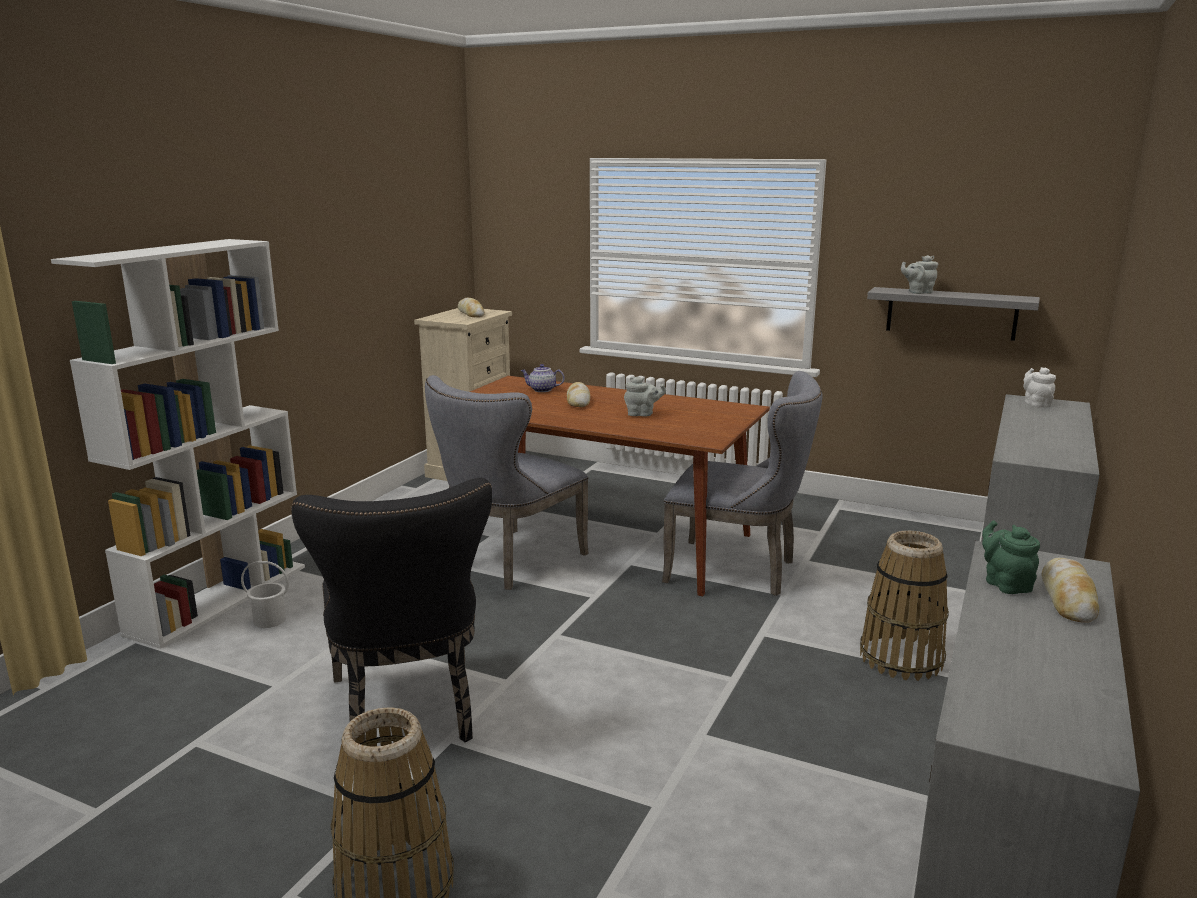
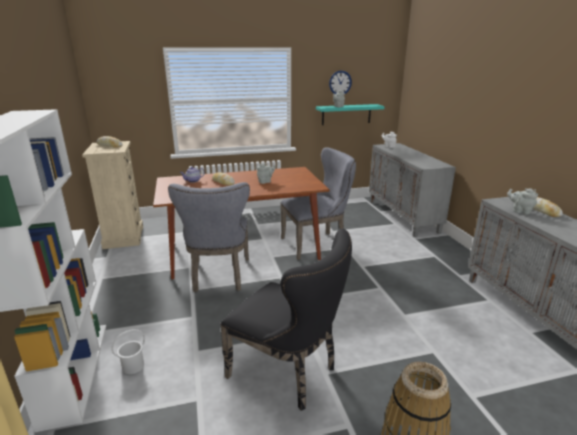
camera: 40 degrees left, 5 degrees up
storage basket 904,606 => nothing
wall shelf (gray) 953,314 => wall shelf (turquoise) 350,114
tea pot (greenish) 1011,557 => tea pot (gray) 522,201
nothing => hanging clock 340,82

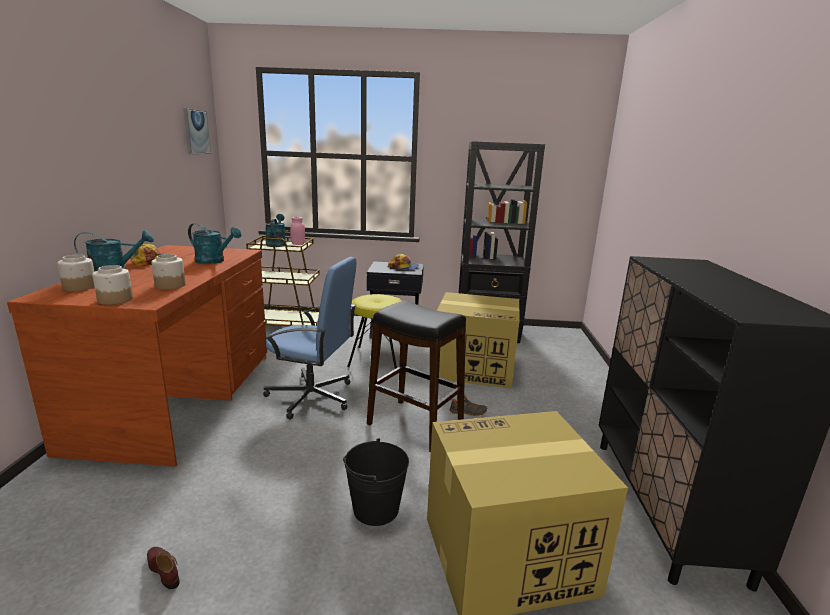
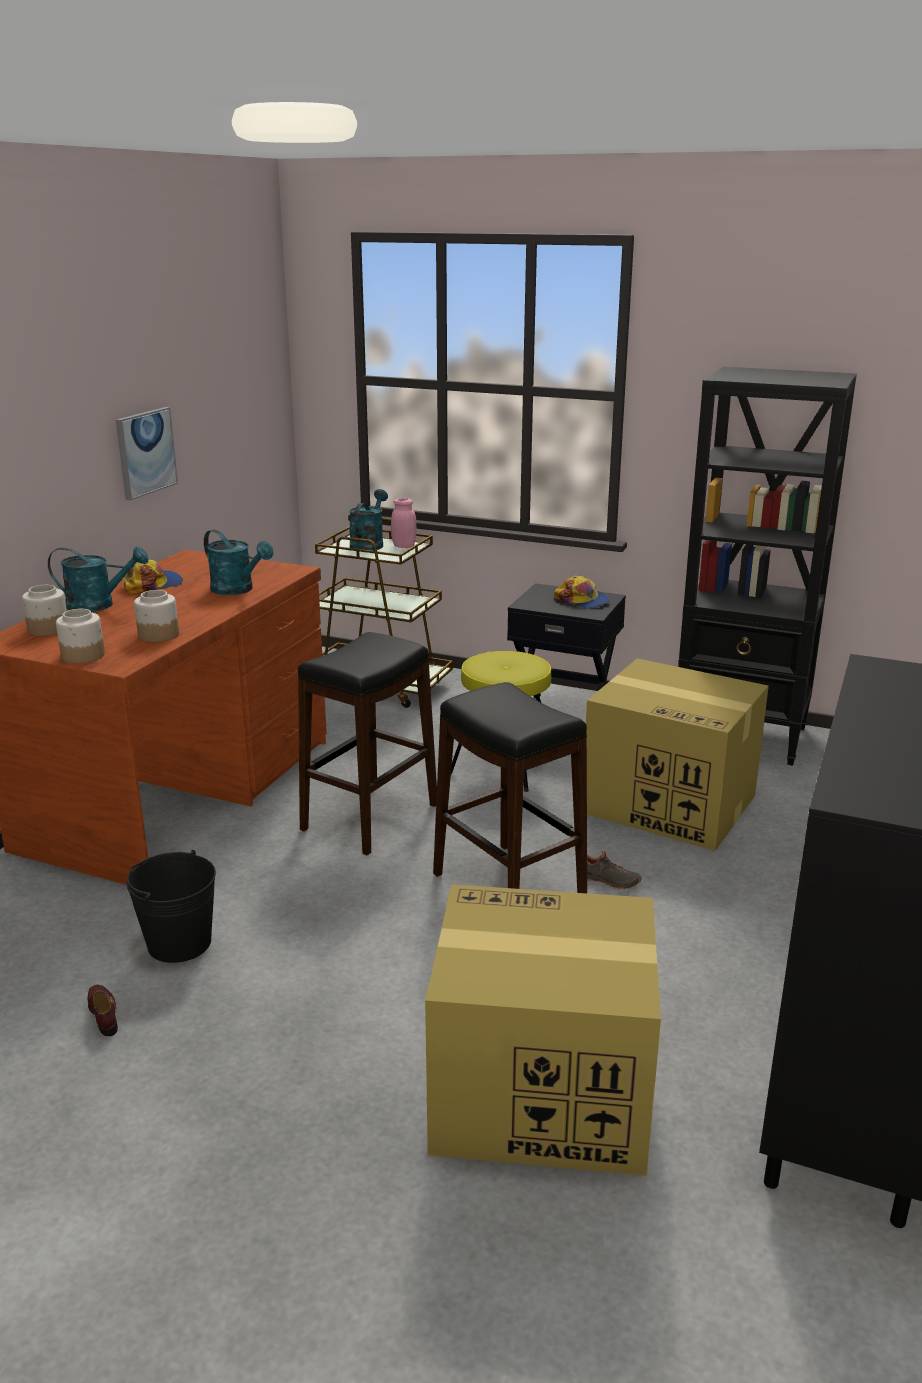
camera: 20 degrees right, 5 degrees up
picture 197,131 => picture 147,453, shifted
office chair (bluish) 309,338 => sitting stool (black) 367,743
water bucket (black) 376,482 => water bucket (black) 171,906, shifted

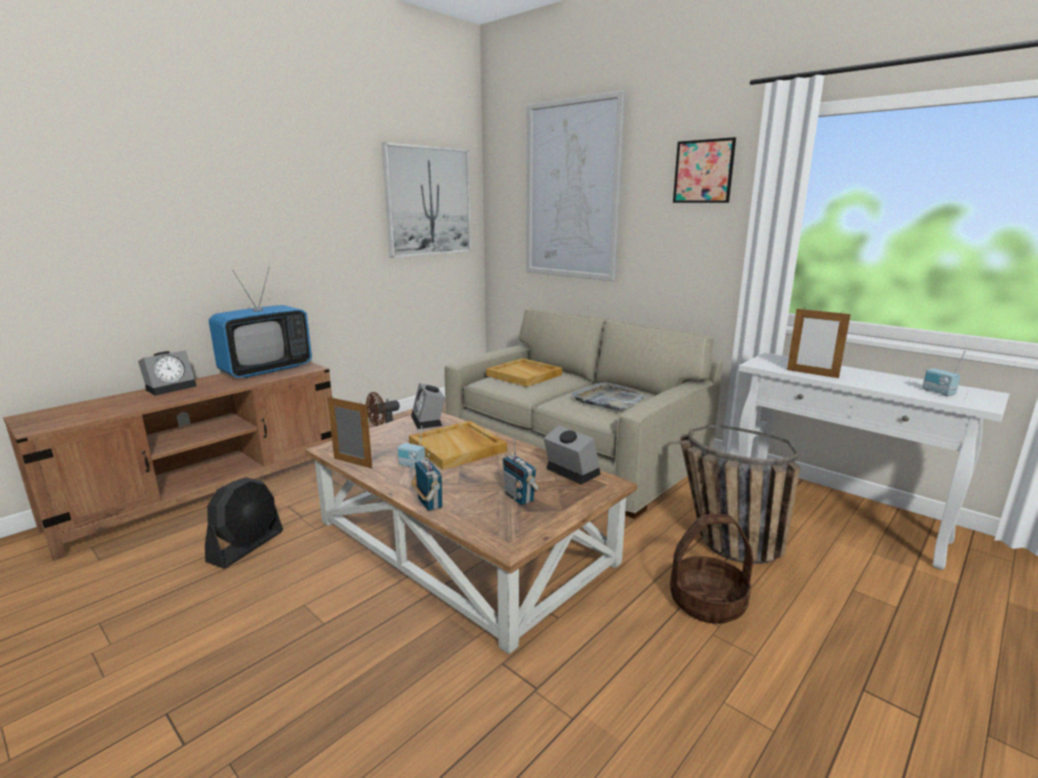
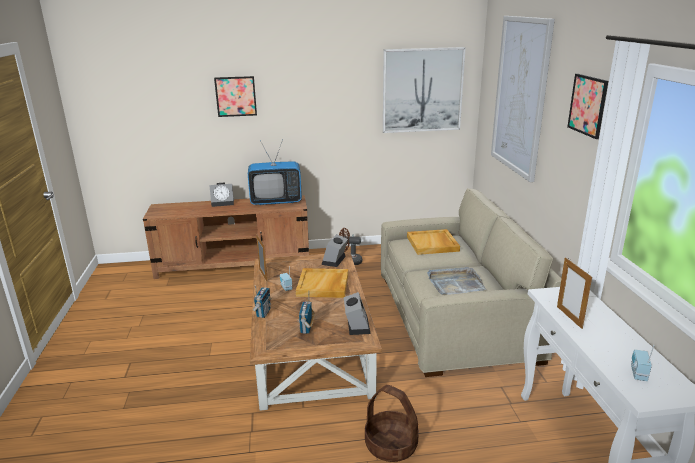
camera: 40 degrees right, 5 degrees up
fan (black) 244,523 => nothing
storage basket 740,494 => nothing
nothing => picture 235,96

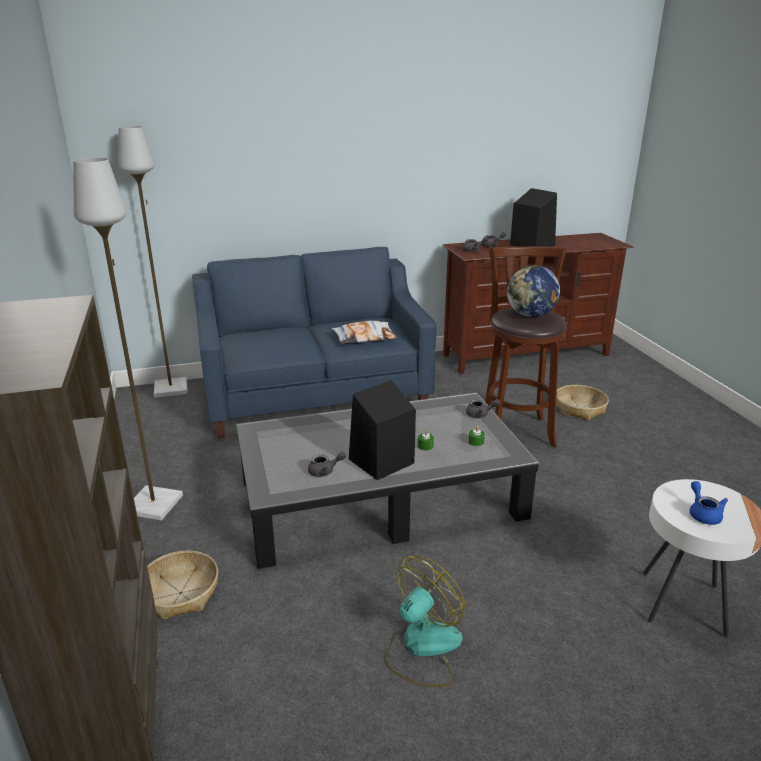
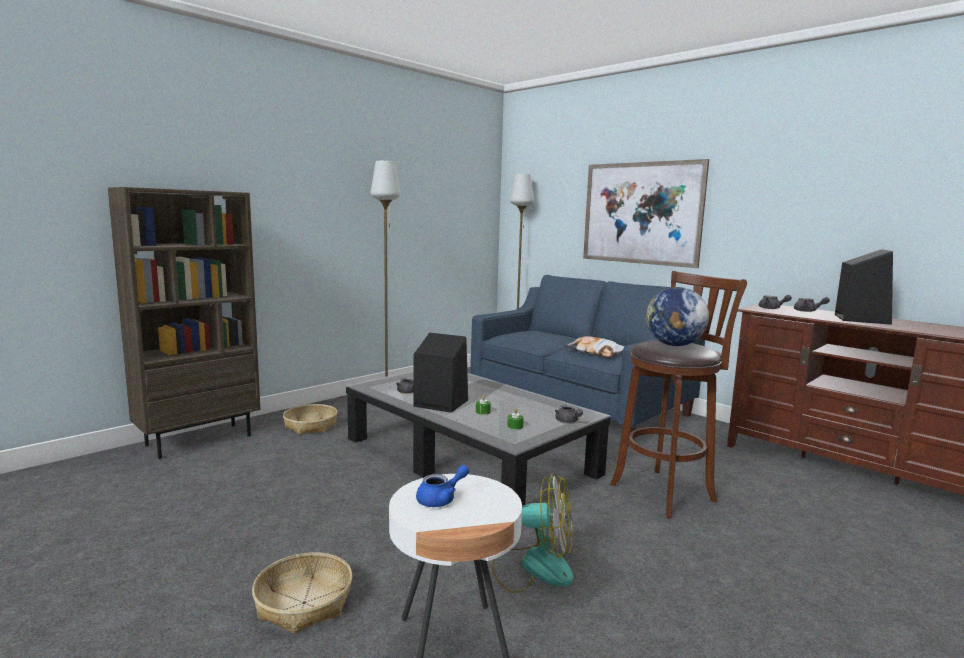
camera: 60 degrees right, 15 degrees down
fan 424,621 => fan 532,532, shifted
storage basket 582,402 => storage basket 302,593, shifted
nothing => picture 646,213

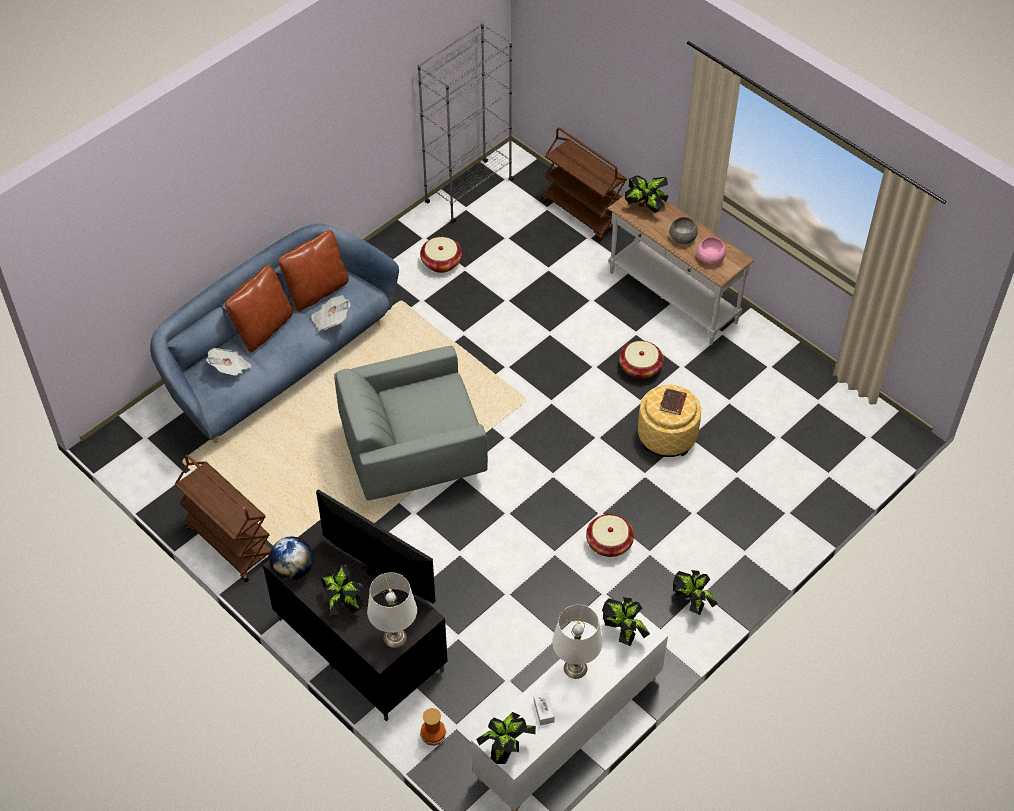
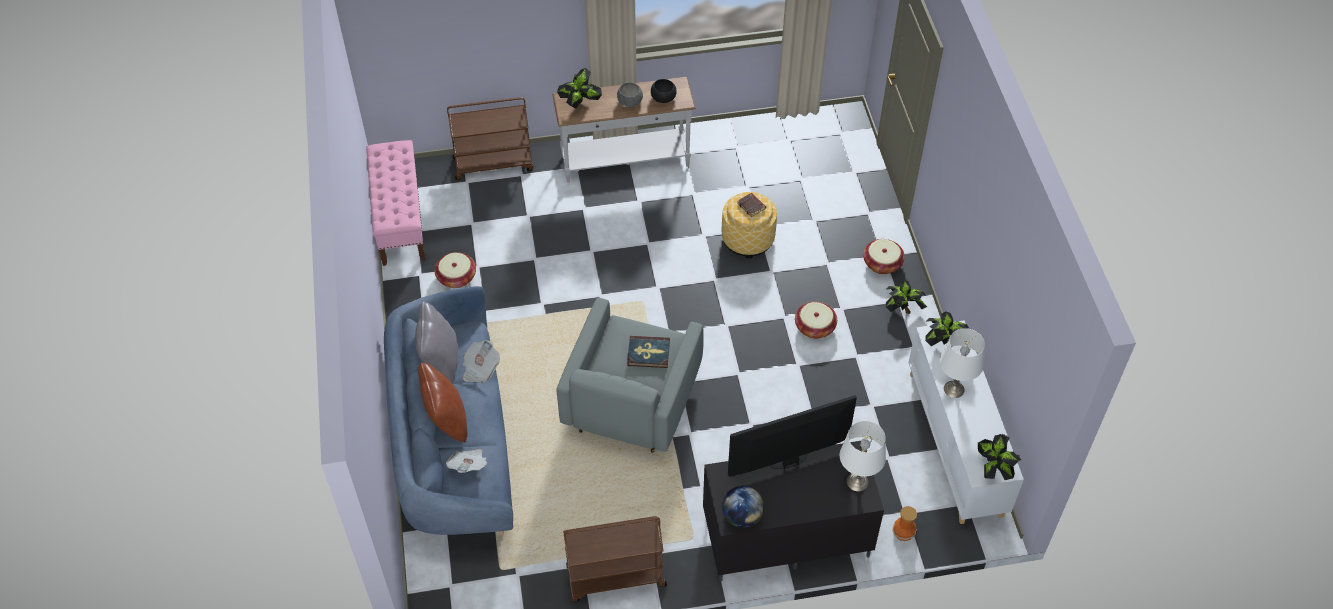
camera: 55 degrees left, 0 degrees up
pillow (brownish) 313,271 => pillow (gray) 436,342
houseplant 342,589 => nothing
bookcase (gray) 466,123 => bench (pink) 396,203
tissue holder (whitish) 544,709 => nothing
storage basket 641,360 => storage basket 884,256, shifted
deep dish (pink) 711,251 => deep dish (black) 664,91
nothing => book 648,351

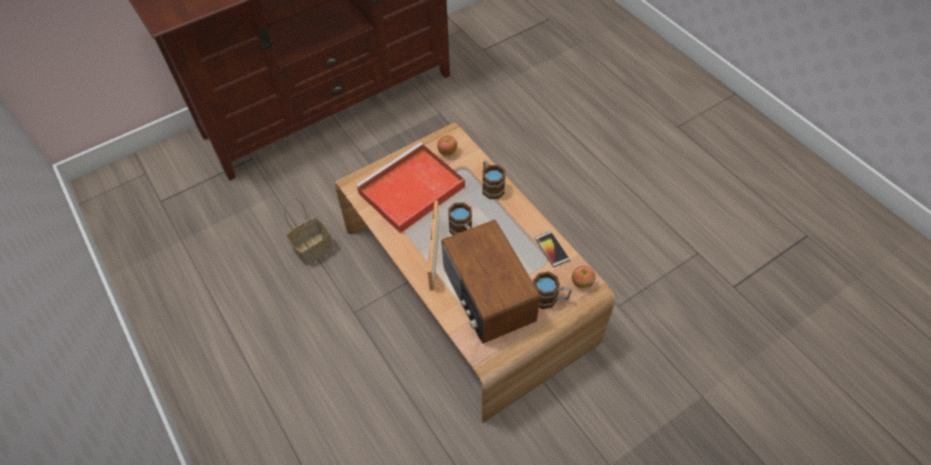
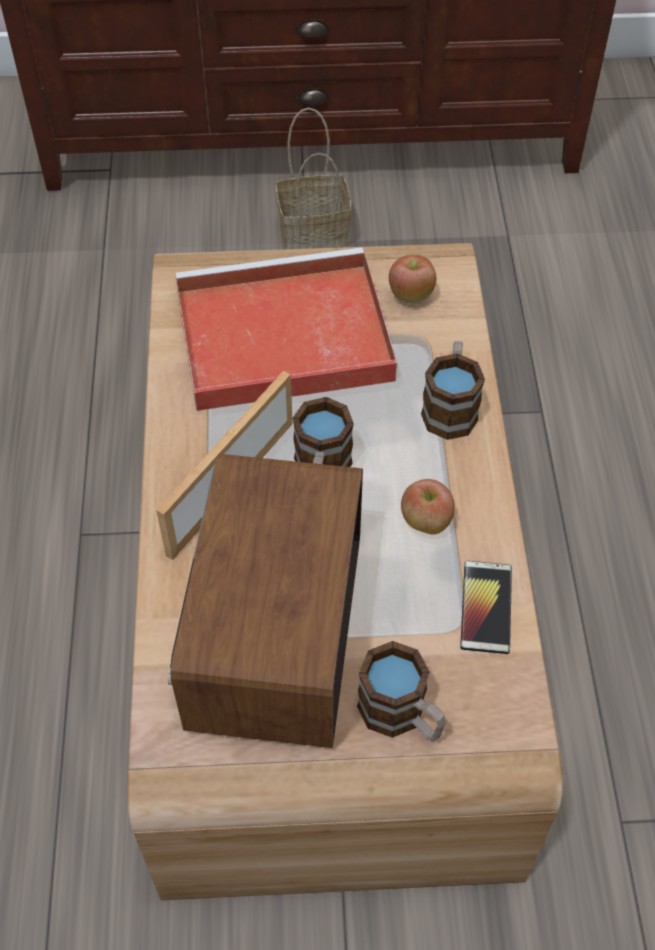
camera: 30 degrees right, 0 degrees up
storage basket 308,231 => storage basket 314,178, shifted
whole apple 584,277 => whole apple 428,507, shifted

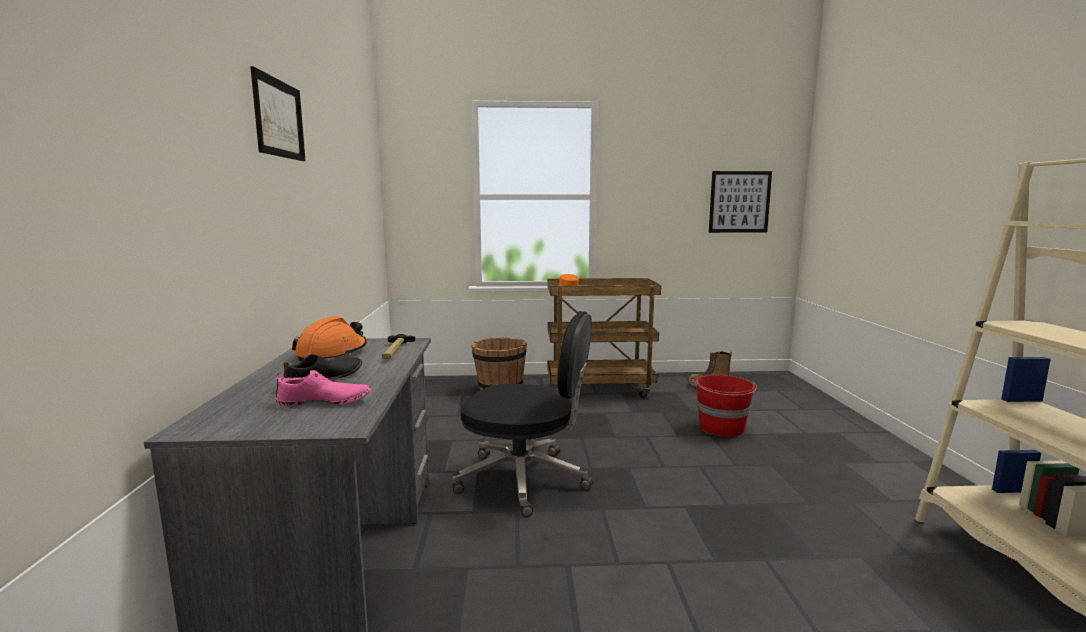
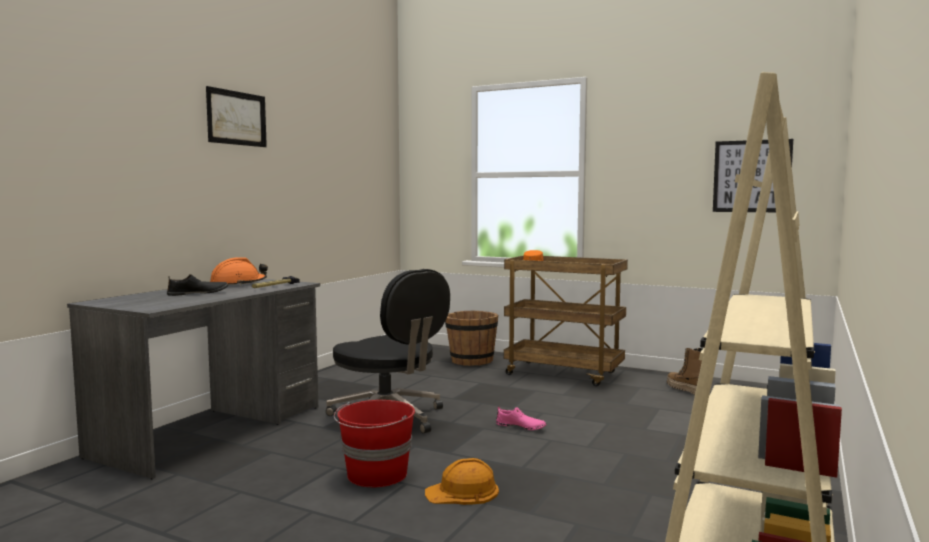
camera: 30 degrees right, 5 degrees down
shoe (pink) 323,388 => shoe (pink) 521,418, shifted
water bucket (reddish) 726,406 => water bucket (reddish) 374,443, shifted
nothing => hard hat (orange) 462,481

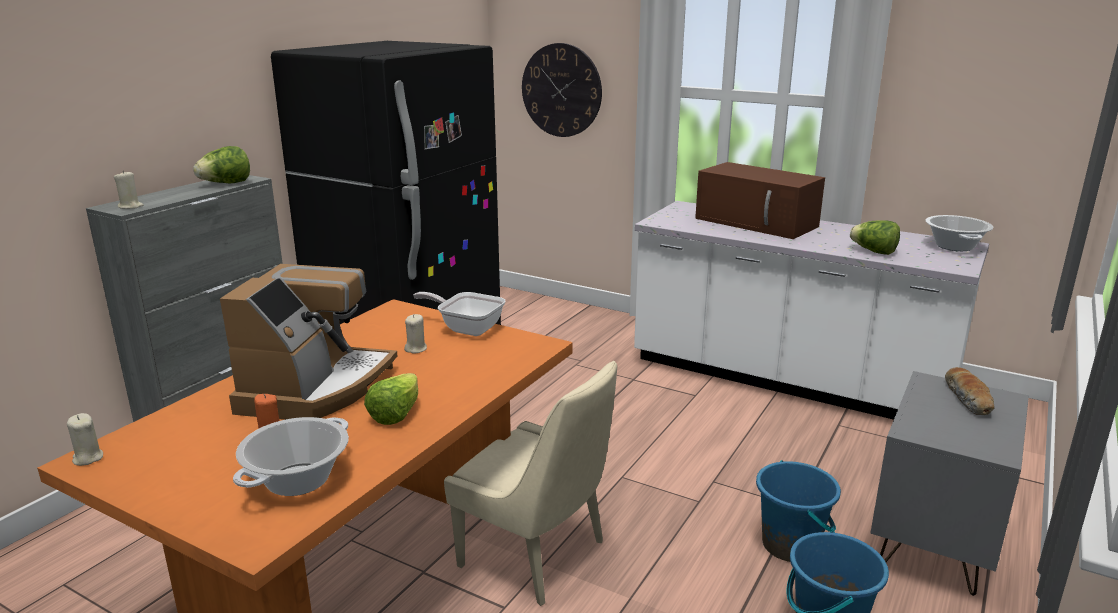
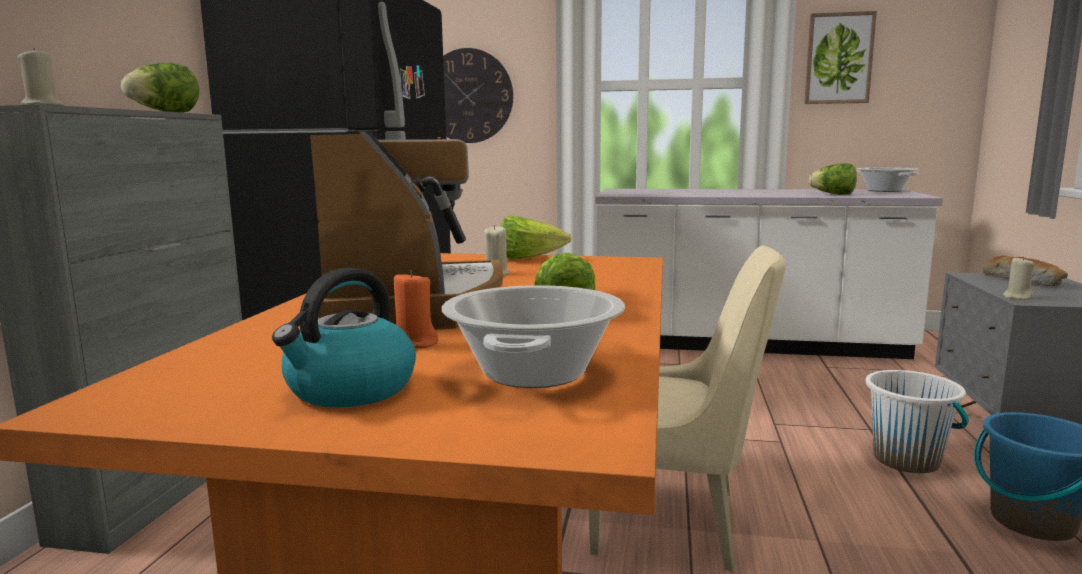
camera: 20 degrees left, 10 degrees down
candle (beige-coloured) 85,439 => candle (beige-coloured) 1019,278, shifted
frying pan 459,314 => lettuce head 536,238
kitchen microwave (brownish) 760,200 => nothing
water bucket (bluish) 798,511 => water bucket (whitish) 917,421
nothing => water kettle 344,338
nothing => picture 840,57

